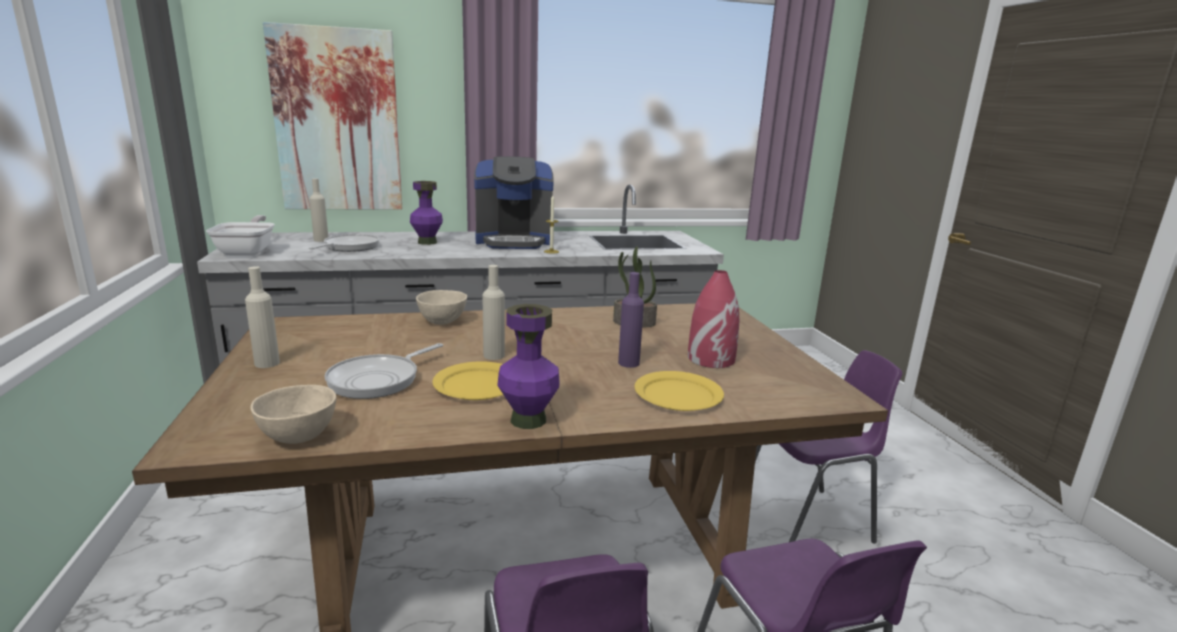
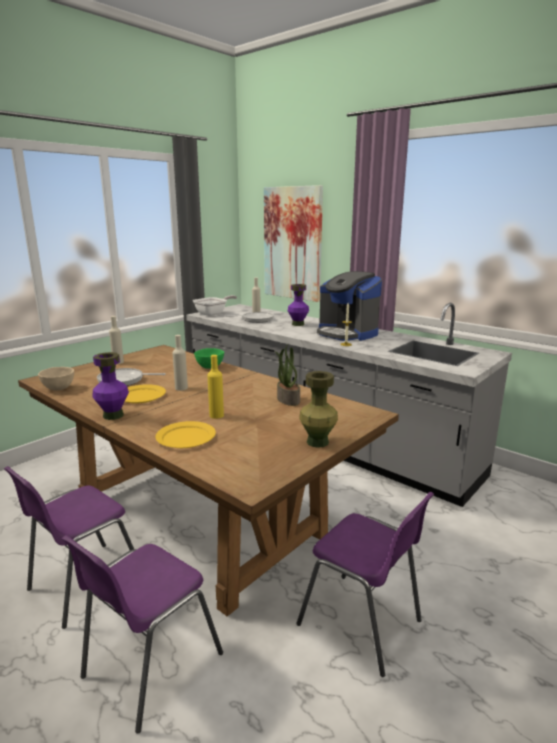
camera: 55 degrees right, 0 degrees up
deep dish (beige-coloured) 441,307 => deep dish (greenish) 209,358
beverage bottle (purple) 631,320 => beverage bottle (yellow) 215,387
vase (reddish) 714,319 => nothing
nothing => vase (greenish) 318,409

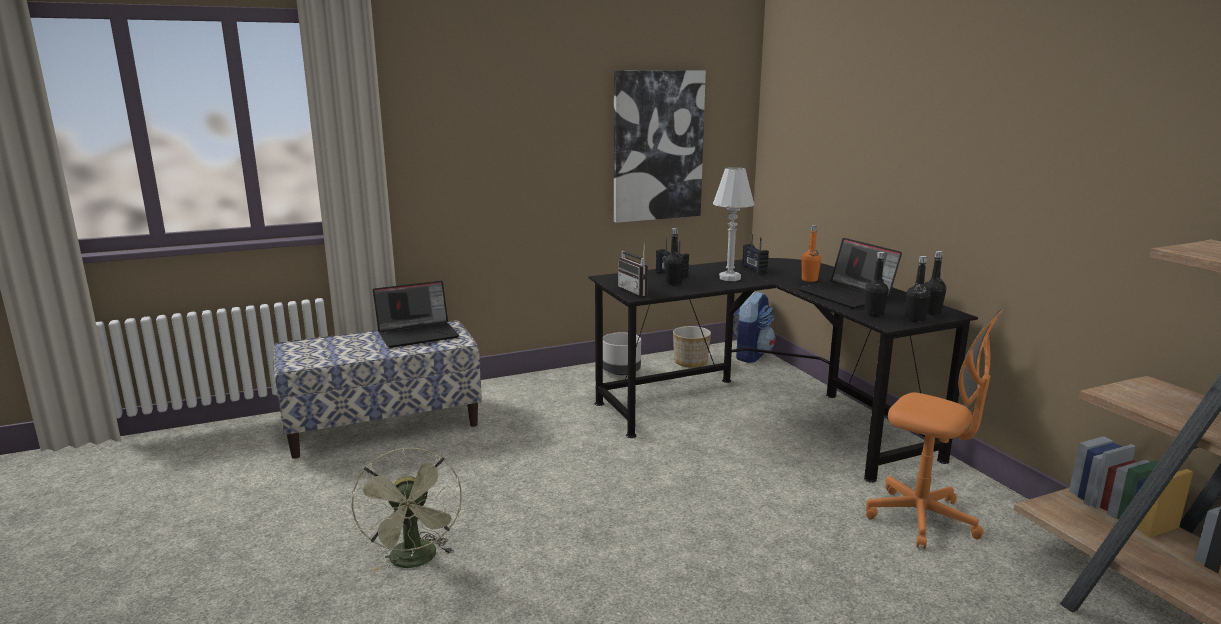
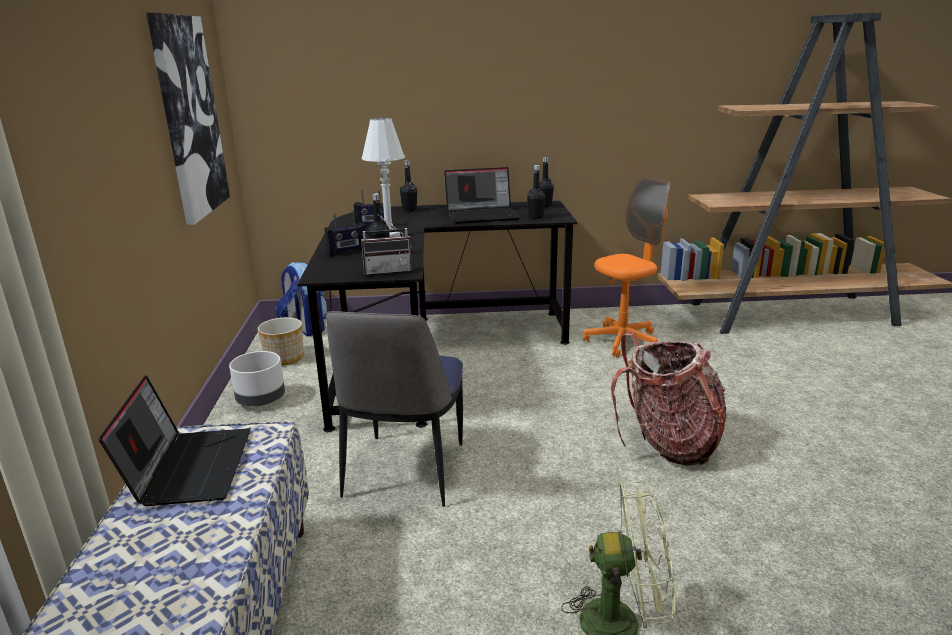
camera: 70 degrees left, 5 degrees up
beverage bottle (orange) 811,253 => nothing
beverage bottle (black) 918,289 => beverage bottle (black) 408,186, shifted
nothing => plain chair 394,409
nothing => rucksack 668,398

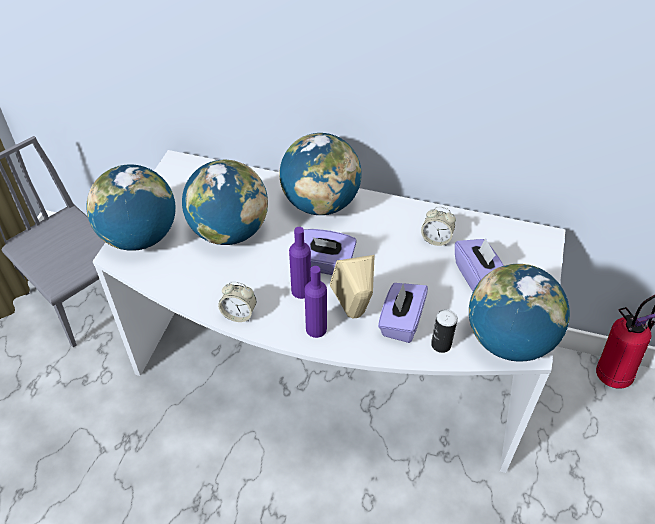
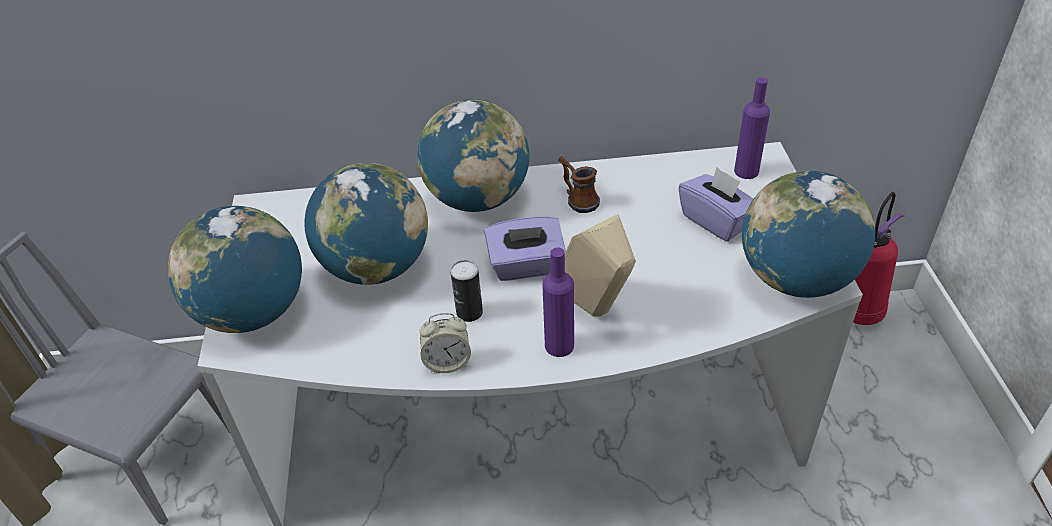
camera: 20 degrees left, 5 degrees down
beverage bottle (purple) 300,263 => beverage bottle (purple) 752,128, shifted
tissue holder (purple) 403,313 => nothing
bedside clock 438,226 => nothing
metal can 444,331 => metal can 466,291, shifted
nothing => mug 579,184

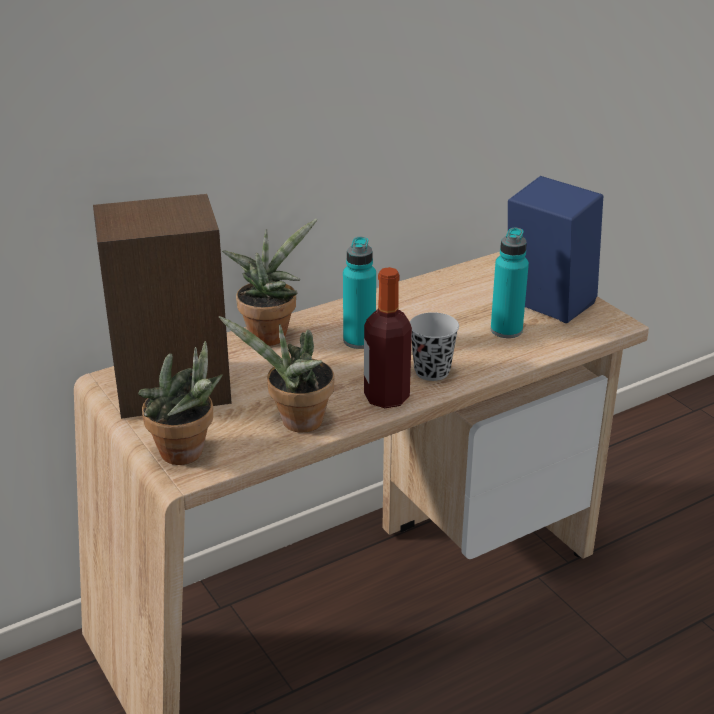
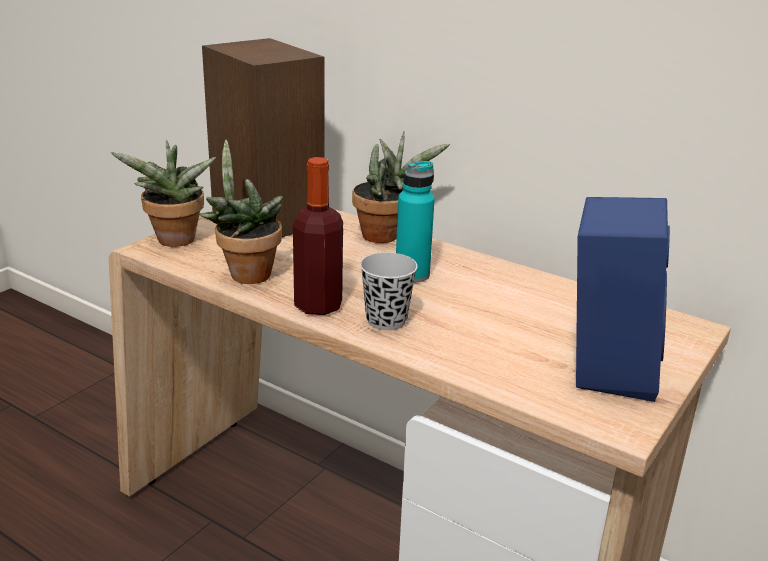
camera: 65 degrees right, 5 degrees down
beverage bottle (turquoise) 510,283 => nothing

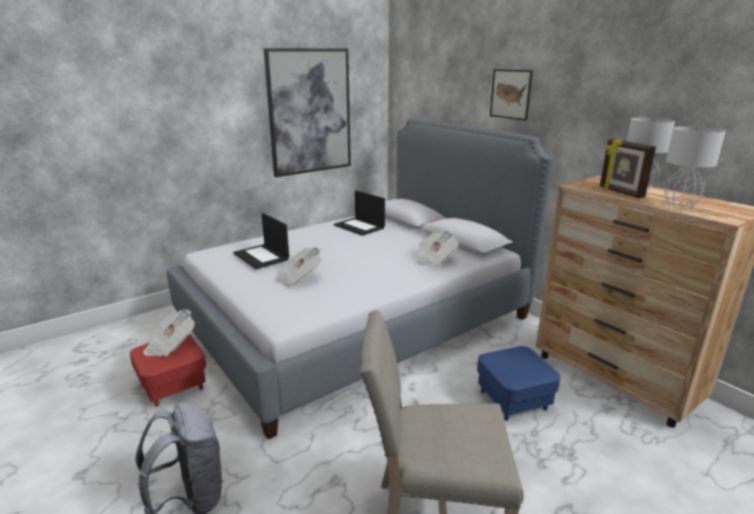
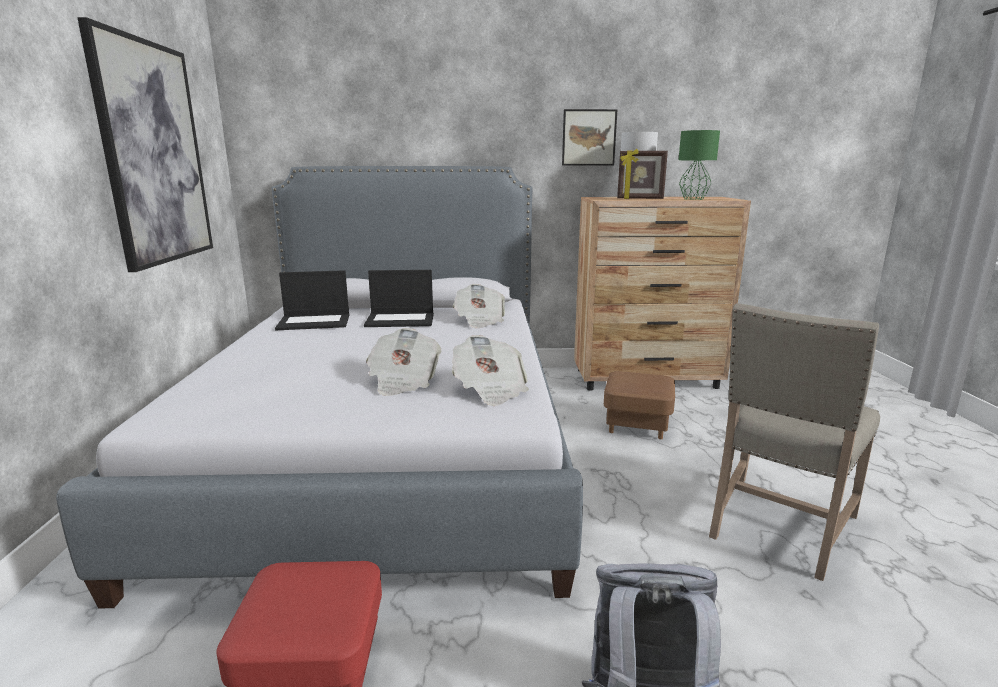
camera: 55 degrees left, 5 degrees down
printed paper 169,333 => printed paper 490,370, shifted
notebook computer 261,241 => notebook computer 399,298, shifted
footrest (bluish) 518,383 => footrest (brownish) 639,405
picture 511,95 => picture 589,137, shifted
table lamp (gray) 694,167 => table lamp (greenish) 699,165

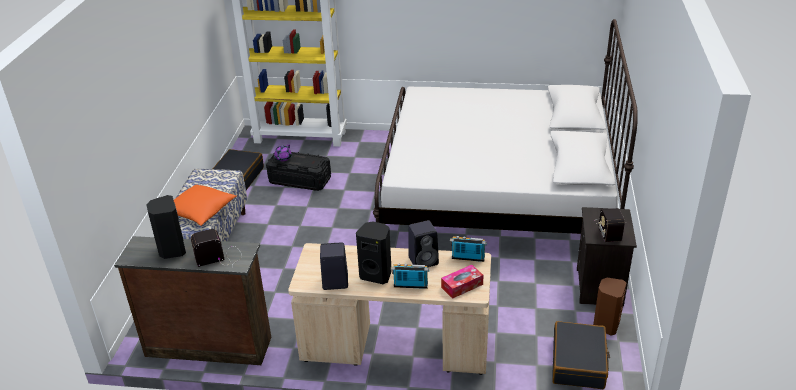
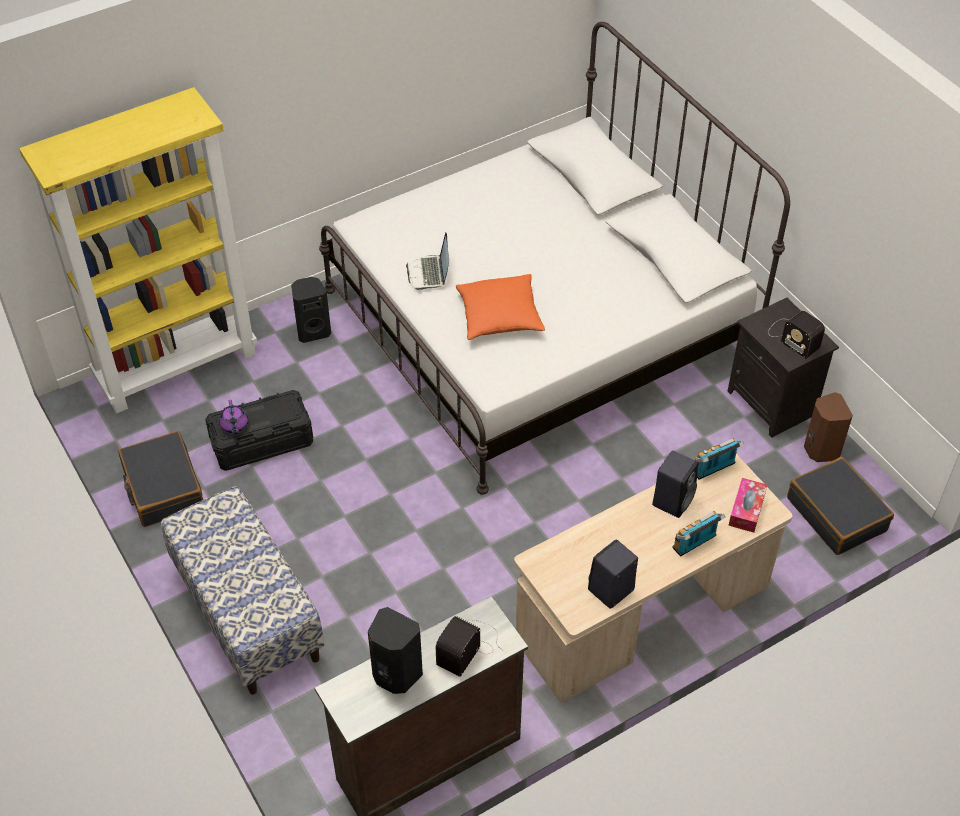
camera: 40 degrees left, 15 degrees up
pillow (orange) 205,205 => pillow (orange) 500,307, shifted
loudspeaker (black) 374,252 => loudspeaker (black) 311,310, shifted
nothing => notebook computer 427,261

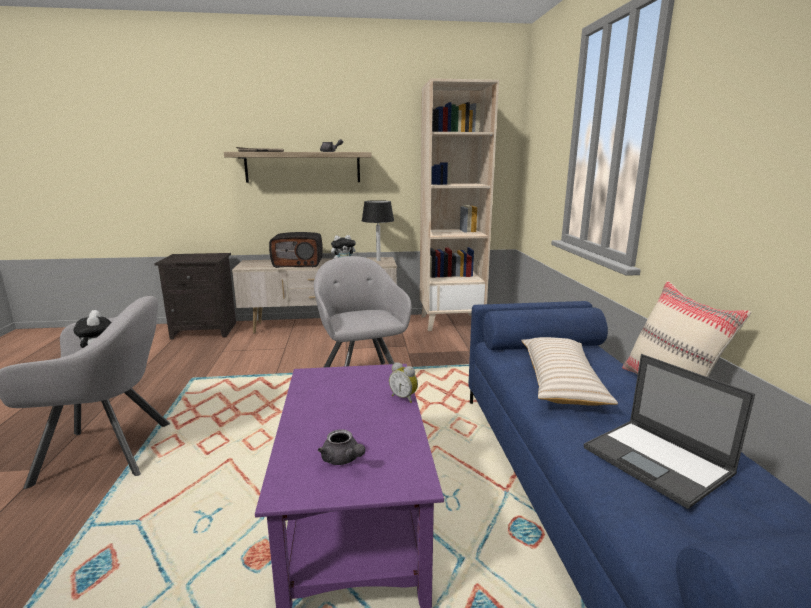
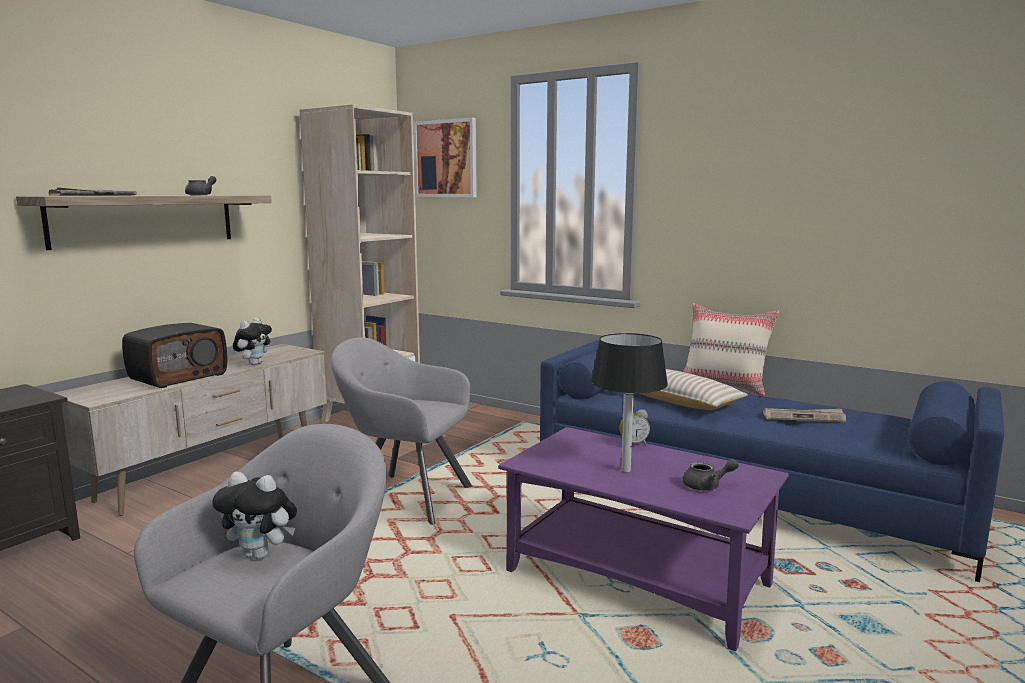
camera: 50 degrees left, 5 degrees down
table lamp (black) 378,230 => table lamp (black) 629,402, shifted
notebook computer 669,431 => printed paper 804,415
nothing => picture 445,157

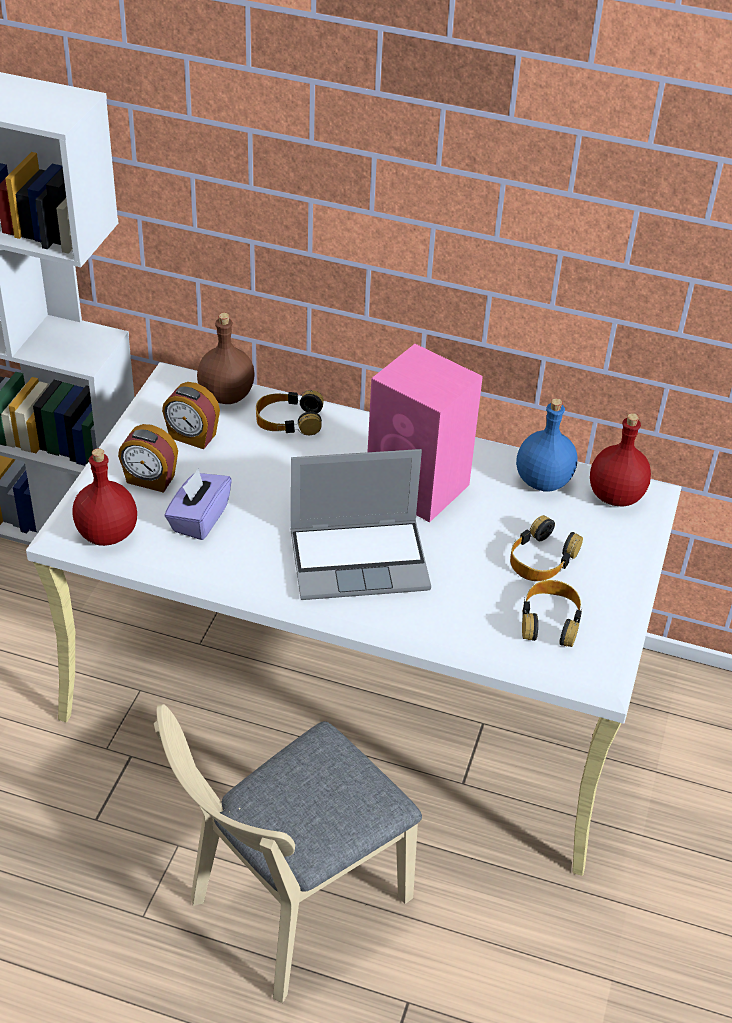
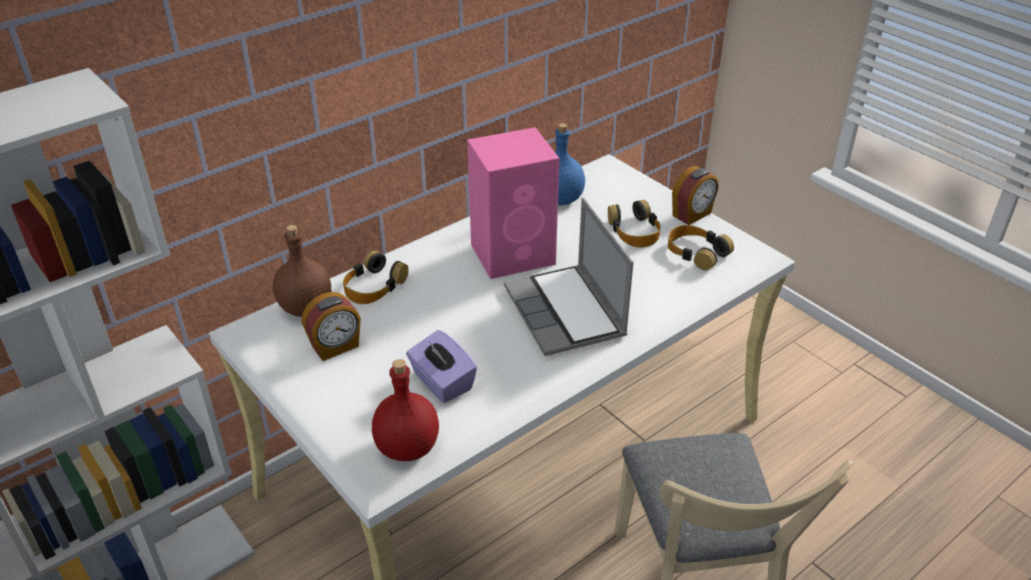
camera: 55 degrees left, 5 degrees down
bedside clock 148,458 => bedside clock 695,195, shifted
notebook computer 360,524 => notebook computer 569,276, 135 degrees clockwise
beverage bottle (reddish) 620,459 => nothing

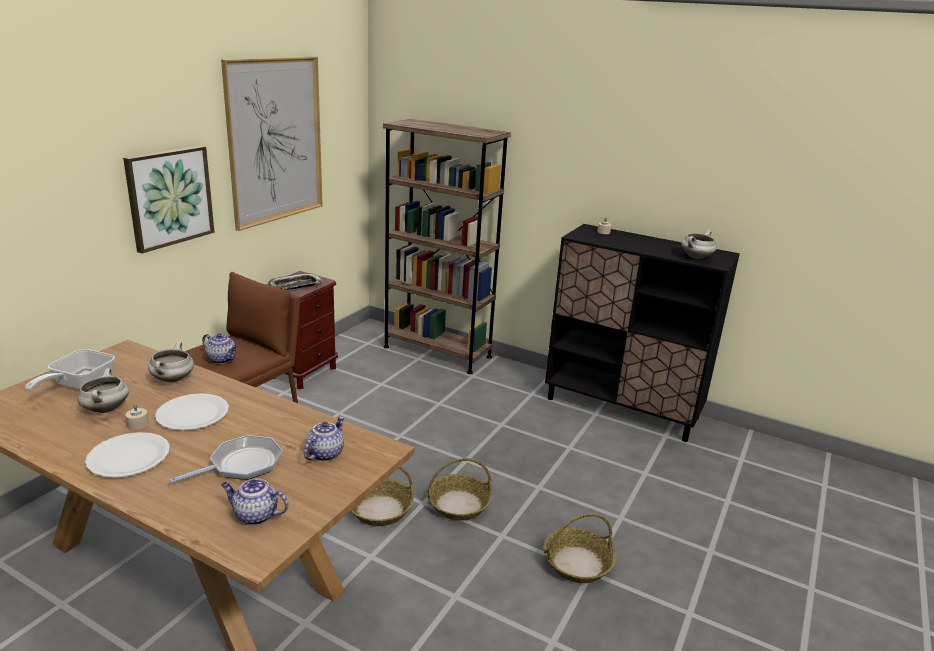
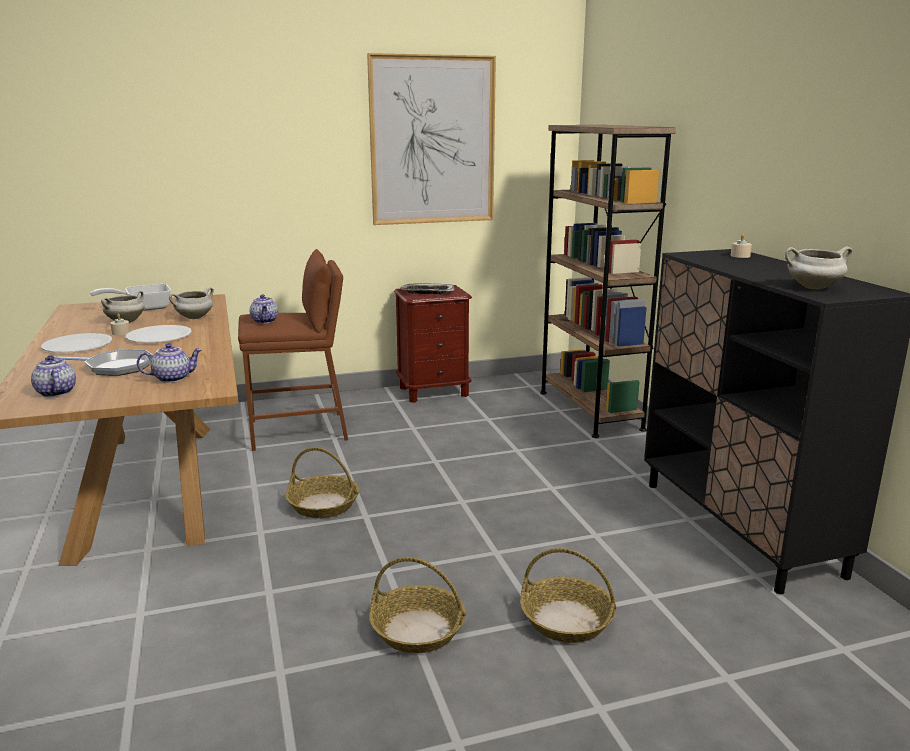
camera: 45 degrees right, 5 degrees down
picture 168,199 => nothing
storage basket 459,489 => storage basket 568,595, shifted

